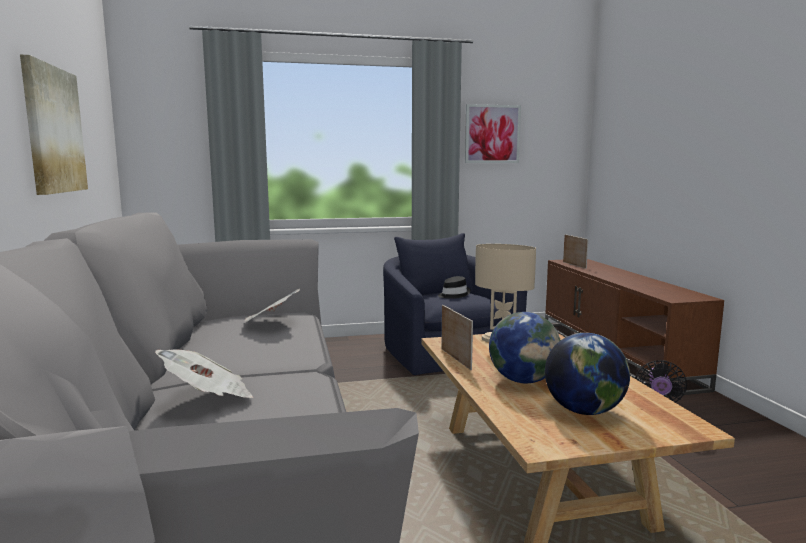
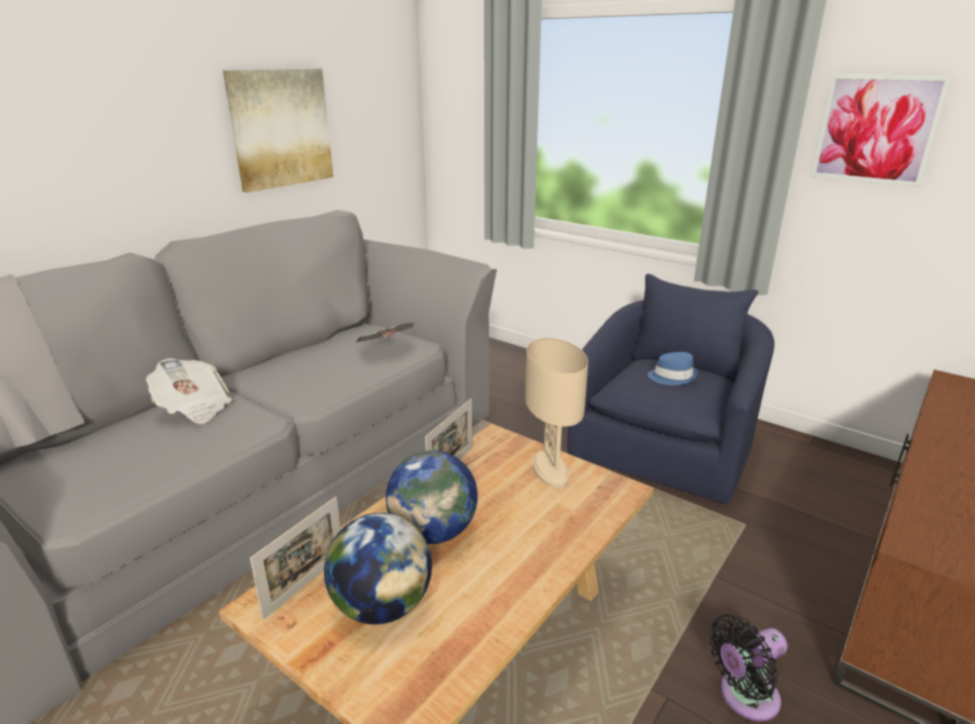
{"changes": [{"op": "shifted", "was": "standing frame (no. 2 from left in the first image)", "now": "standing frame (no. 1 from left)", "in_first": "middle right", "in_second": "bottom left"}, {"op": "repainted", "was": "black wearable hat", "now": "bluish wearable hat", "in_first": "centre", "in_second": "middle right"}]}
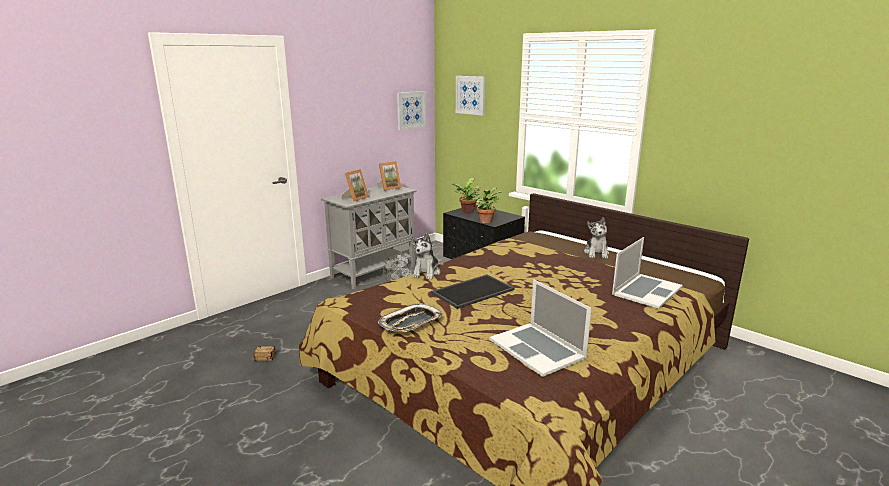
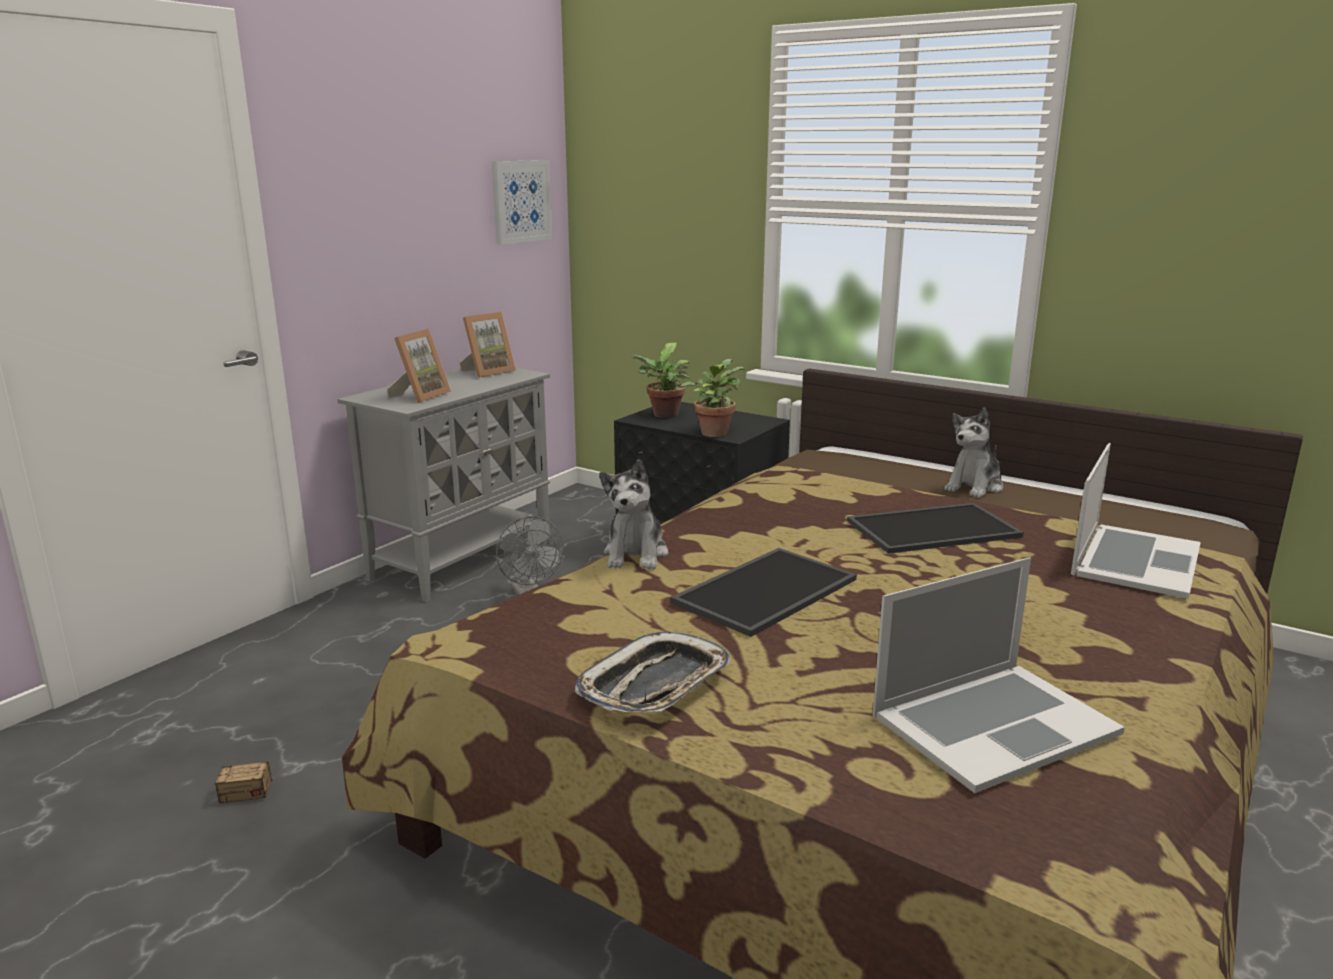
{"changes": [{"op": "new", "now": "carrying tray (no. 3 from left)", "in_second": "middle right"}, {"op": "rotated", "was": "portable computer (no. 1 from left)", "in_first": "bottom centre", "in_second": "bottom right", "clockwise": -75}, {"op": "rotated", "was": "cuddly toy (no. 2 from left)", "in_first": "middle right", "in_second": "middle right", "clockwise": 45}, {"op": "gone", "was": "wall picture (no. 2 from left)", "in_first": "top centre"}]}
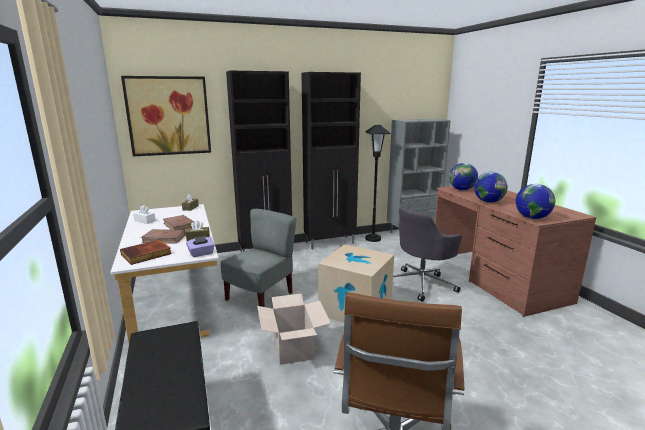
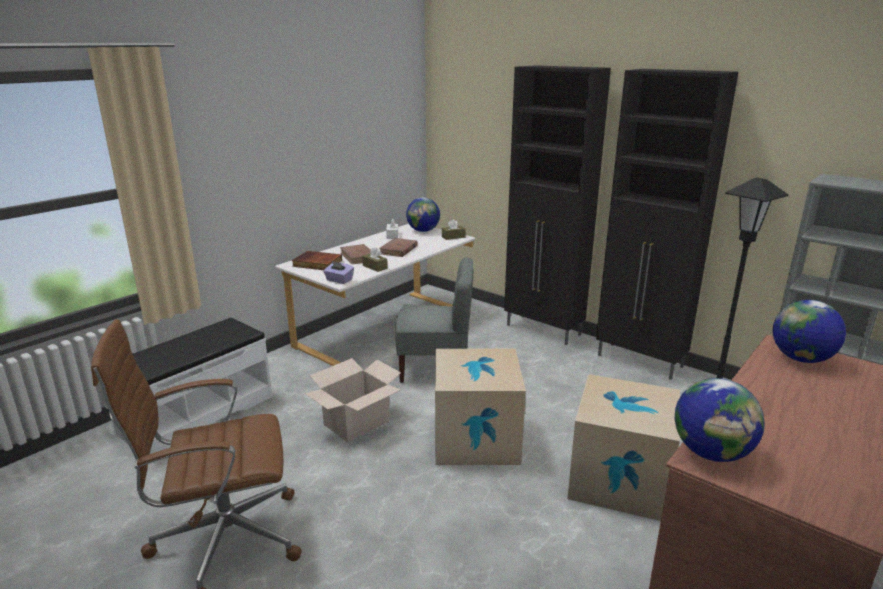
{"changes": [{"op": "shifted", "was": "desk globe (no. 2 from left in the first image)", "now": "desk globe (no. 1 from left)", "in_first": "middle right", "in_second": "centre"}, {"op": "swapped", "was": "gray office chair", "now": "packing box (no. 3 from left)", "in_first": "centre", "in_second": "bottom right"}, {"op": "gone", "was": "wall picture", "in_first": "top left"}]}
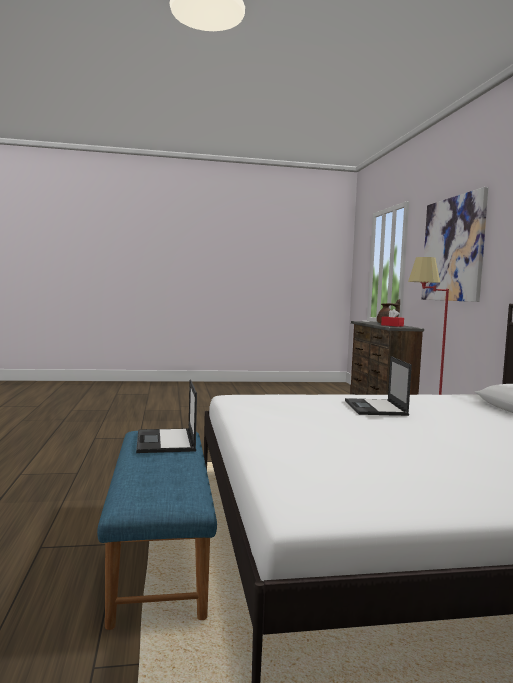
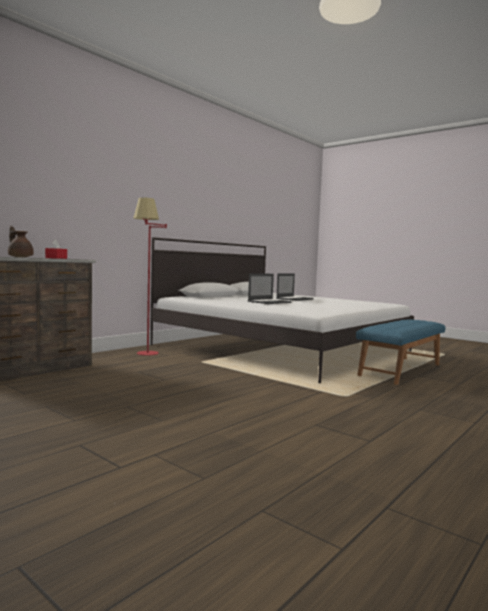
{"changes": [{"op": "shifted", "was": "portable computer (no. 1 from left in the first image)", "now": "portable computer (no. 2 from left)", "in_first": "middle left", "in_second": "centre"}, {"op": "gone", "was": "wall picture", "in_first": "middle right"}]}
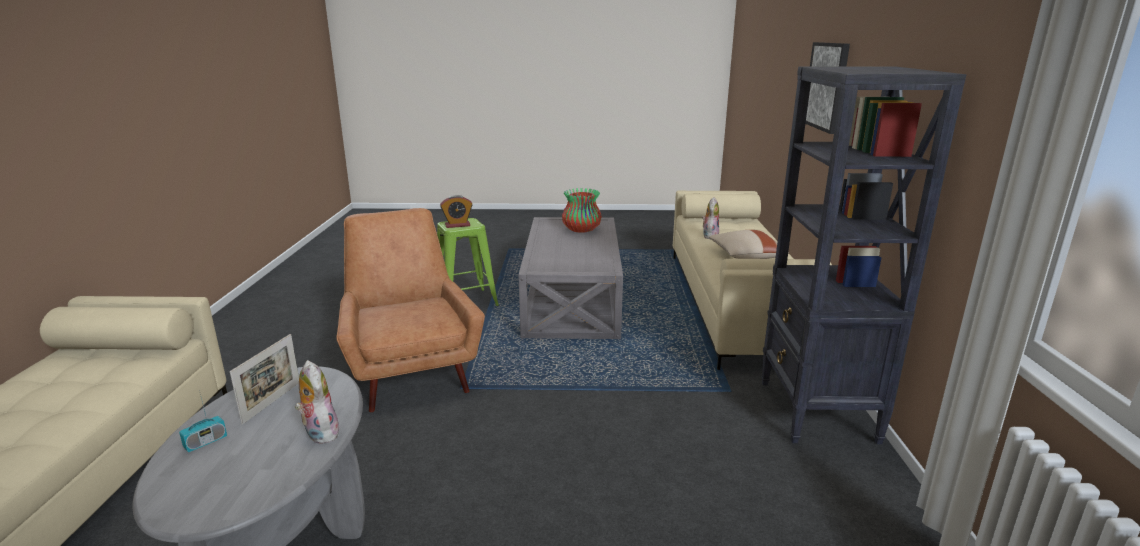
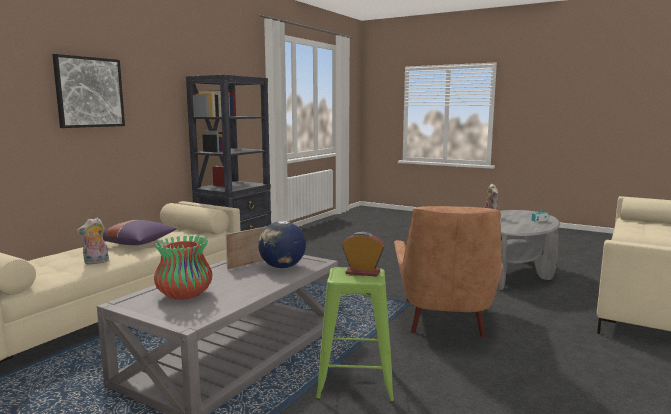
{"changes": [{"op": "repainted", "was": "beige throw pillow", "now": "purple throw pillow", "in_first": "centre", "in_second": "middle left"}, {"op": "shifted", "was": "standing frame", "in_first": "bottom left", "in_second": "centre"}, {"op": "new", "now": "desk globe", "in_second": "centre"}]}
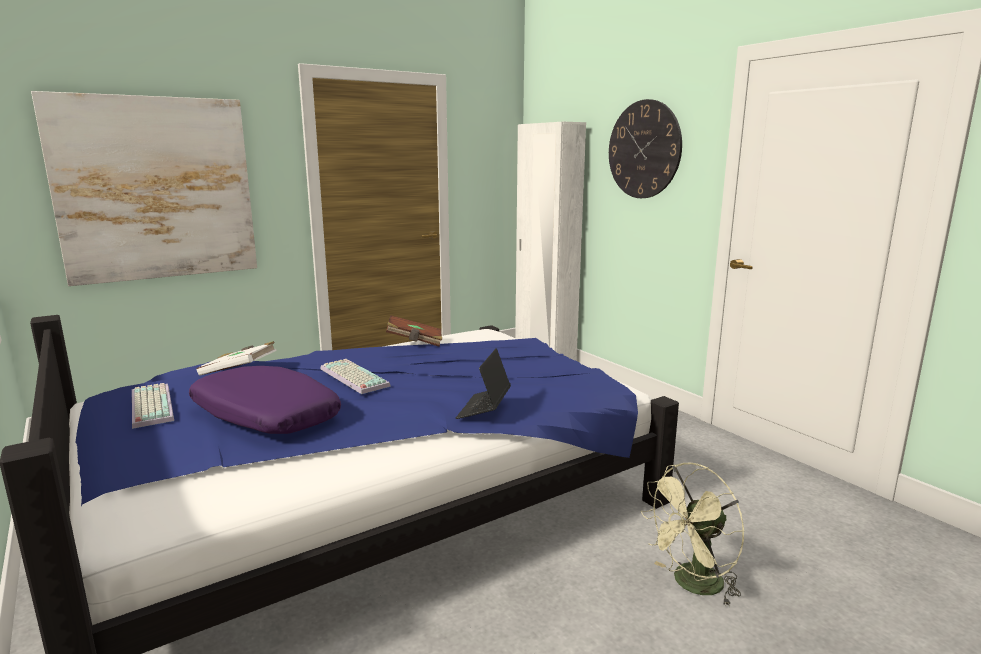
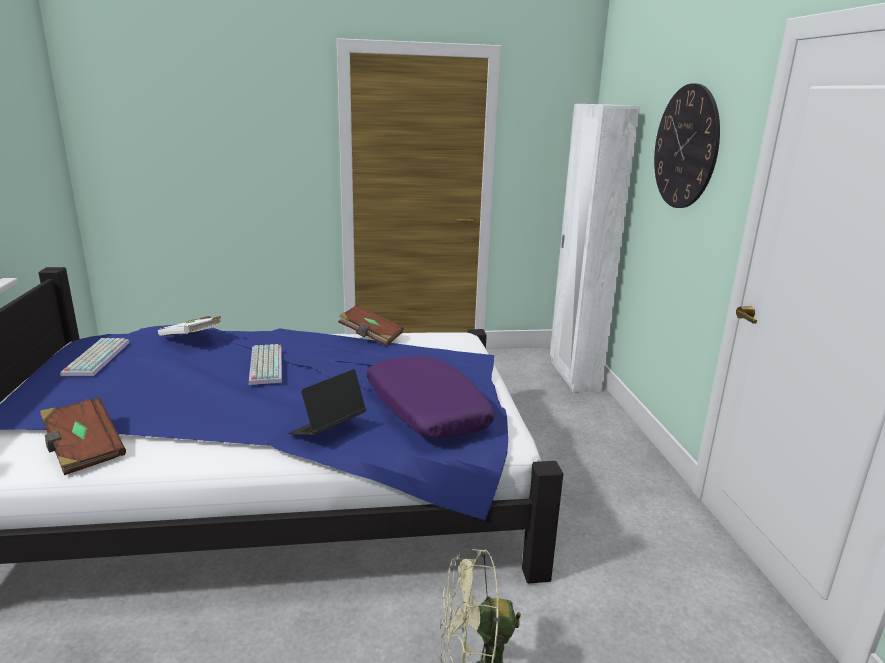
{"changes": [{"op": "new", "now": "brown book (no. 1 from left)", "in_second": "middle left"}, {"op": "shifted", "was": "purple throw pillow", "in_first": "middle left", "in_second": "centre"}, {"op": "gone", "was": "wall picture", "in_first": "top left"}]}
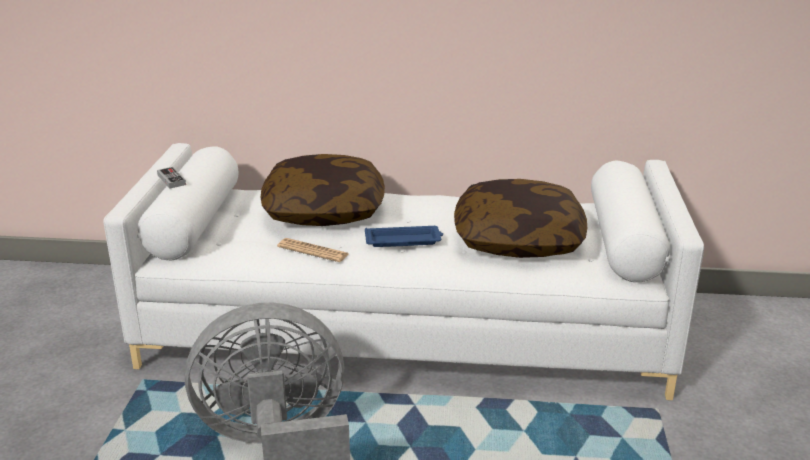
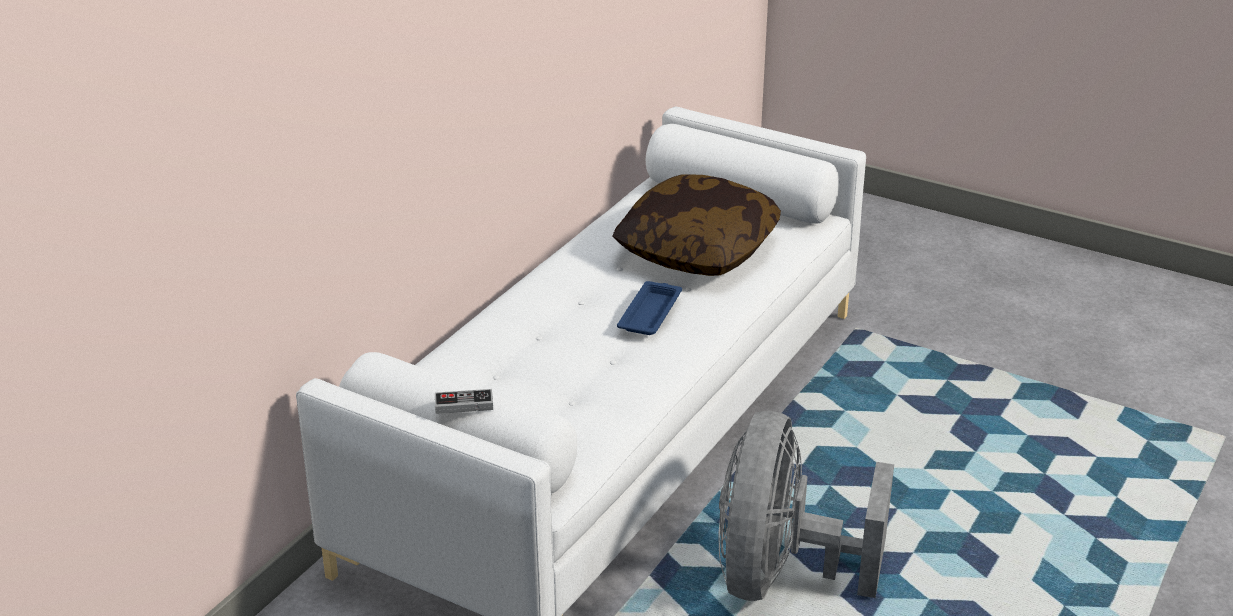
{"changes": [{"op": "gone", "was": "throw pillow (no. 1 from left)", "in_first": "centre"}, {"op": "gone", "was": "newspaper", "in_first": "centre"}]}
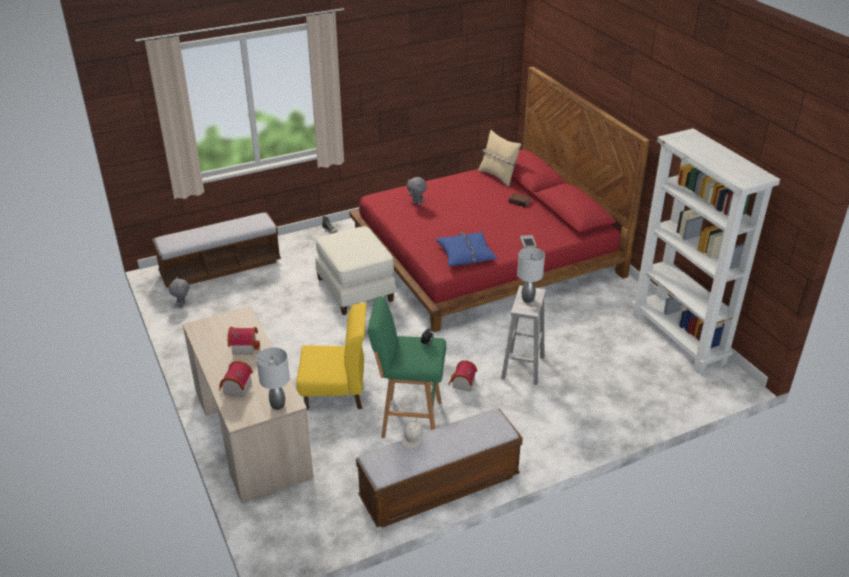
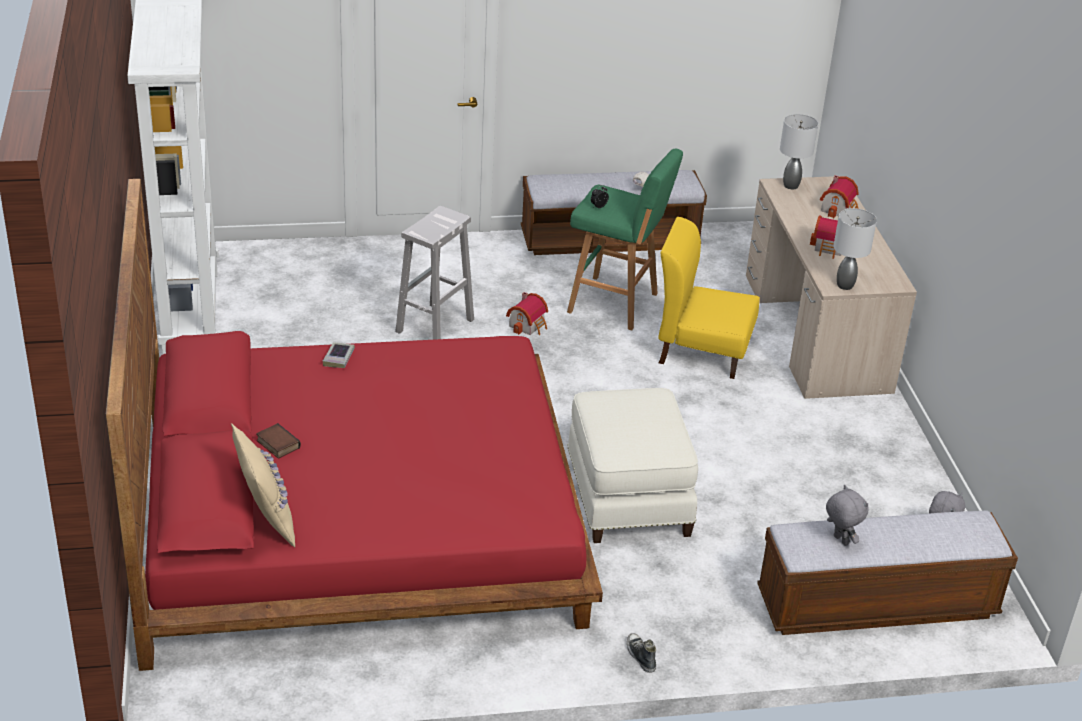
{"changes": [{"op": "shifted", "was": "gray cuddly toy (no. 2 from left in the first image)", "now": "gray cuddly toy (no. 1 from left)", "in_first": "top centre", "in_second": "bottom right"}, {"op": "shifted", "was": "gray tabletop lamp (no. 2 from left)", "in_first": "centre", "in_second": "middle right"}, {"op": "gone", "was": "bluish throw pillow", "in_first": "centre"}]}
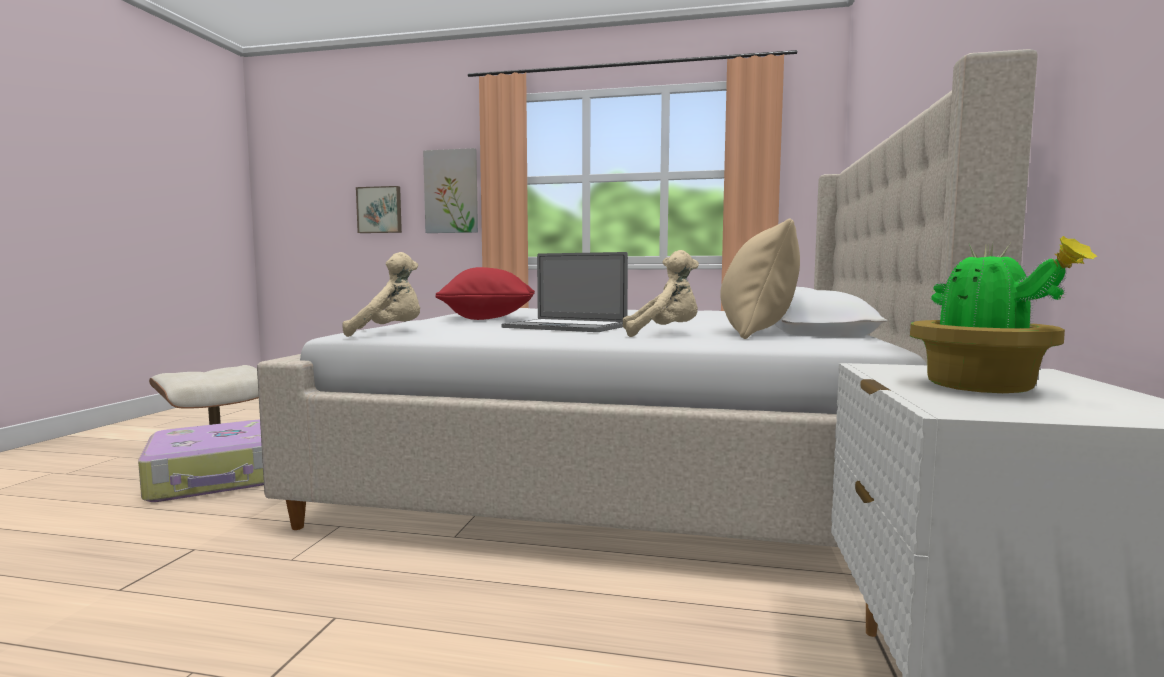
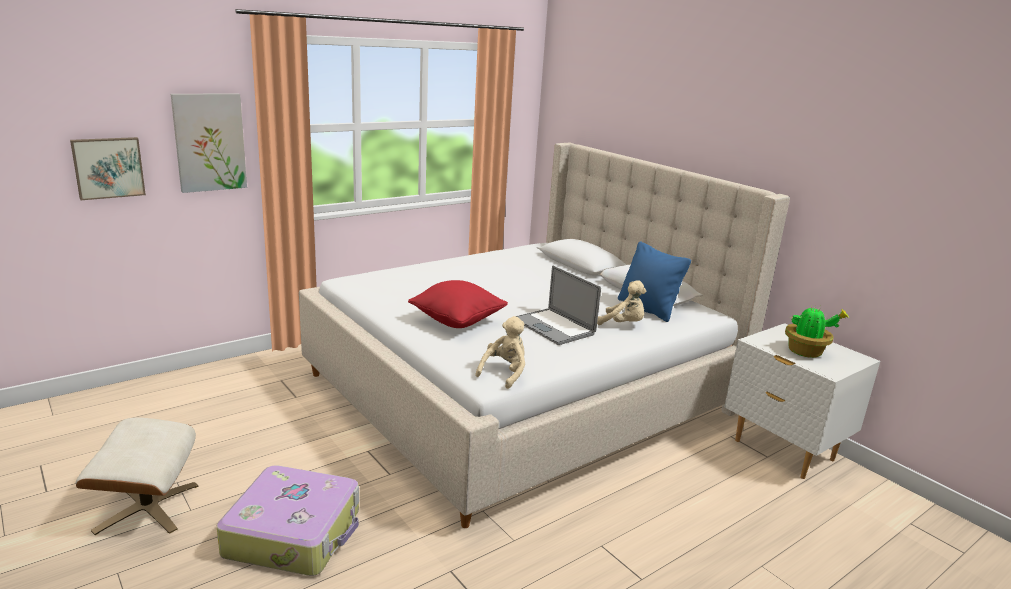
{"changes": [{"op": "rotated", "was": "portable computer", "in_first": "centre", "in_second": "centre", "clockwise": 75}, {"op": "rotated", "was": "beige cuddly toy (no. 2 from left)", "in_first": "centre", "in_second": "centre", "clockwise": 75}, {"op": "repainted", "was": "beige throw pillow", "now": "bluish throw pillow", "in_first": "centre", "in_second": "centre"}]}
